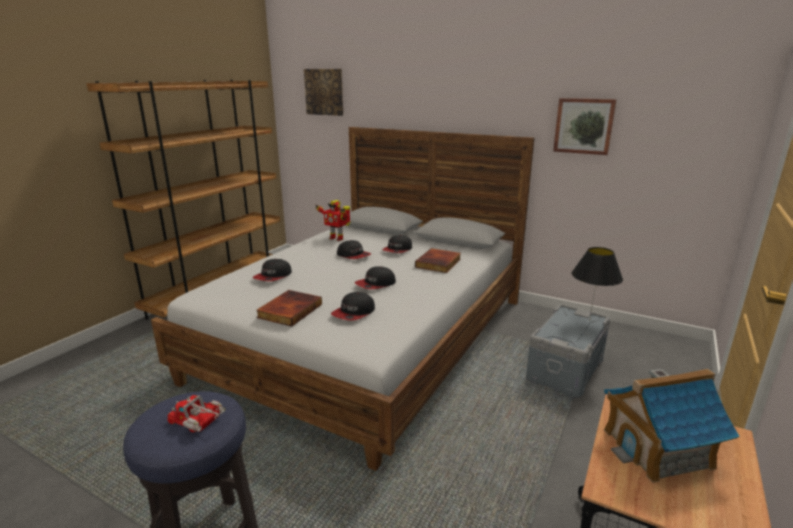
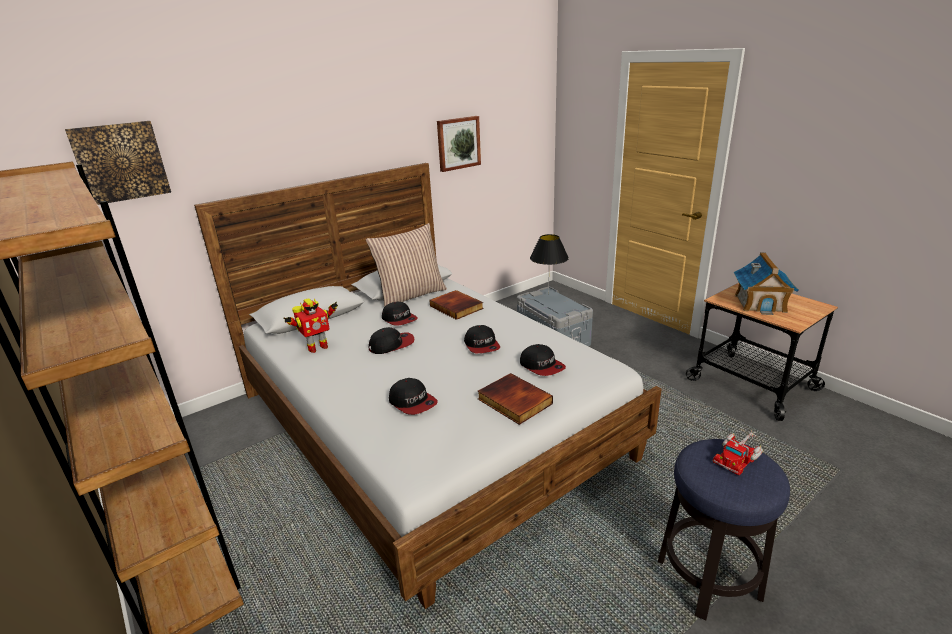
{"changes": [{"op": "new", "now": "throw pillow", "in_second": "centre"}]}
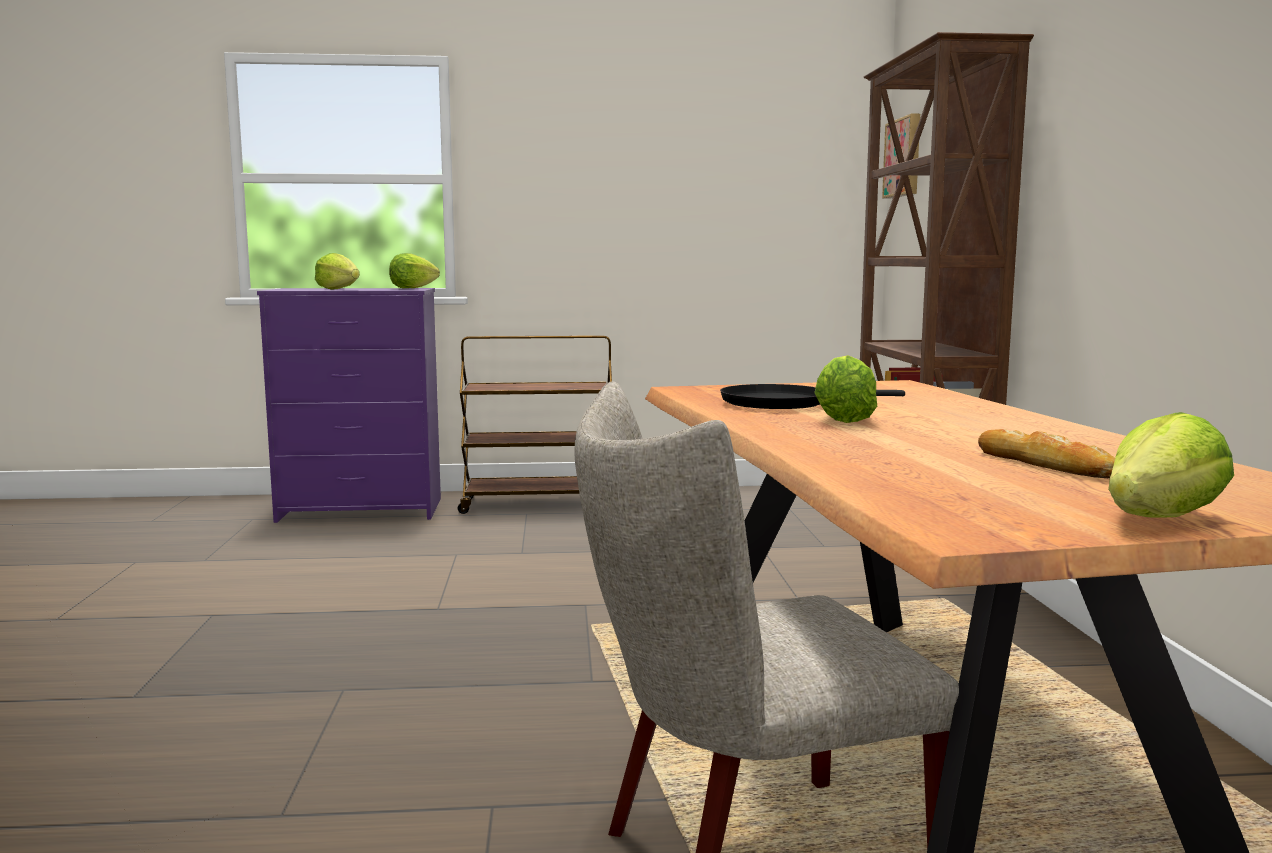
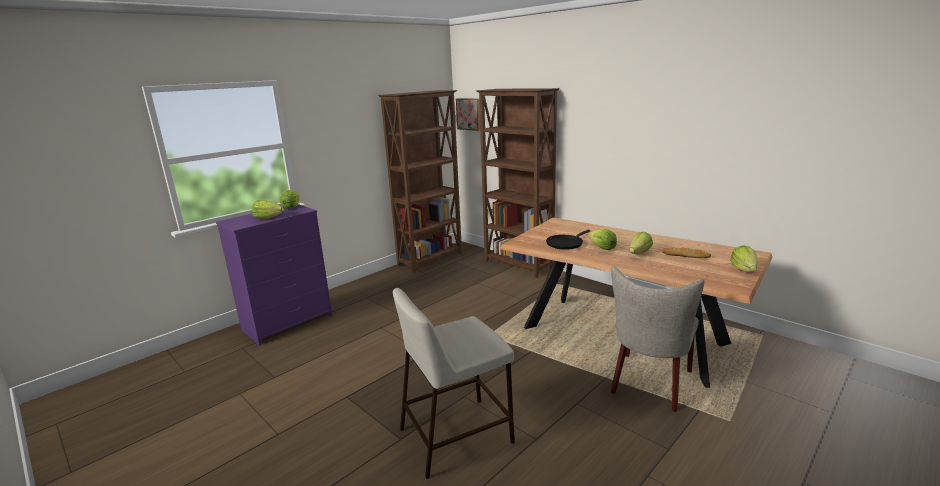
{"changes": [{"op": "new", "now": "brown bookshelf (no. 1 from left)", "in_second": "centre"}, {"op": "new", "now": "beige sitting stool", "in_second": "bottom centre"}, {"op": "new", "now": "lettuce head (no. 4 from left)", "in_second": "middle right"}, {"op": "gone", "was": "brown cart", "in_first": "centre"}]}
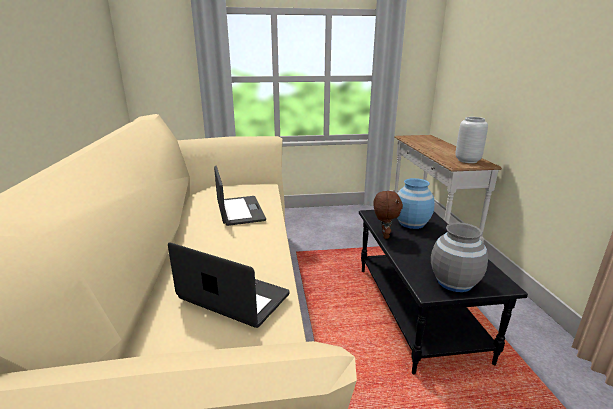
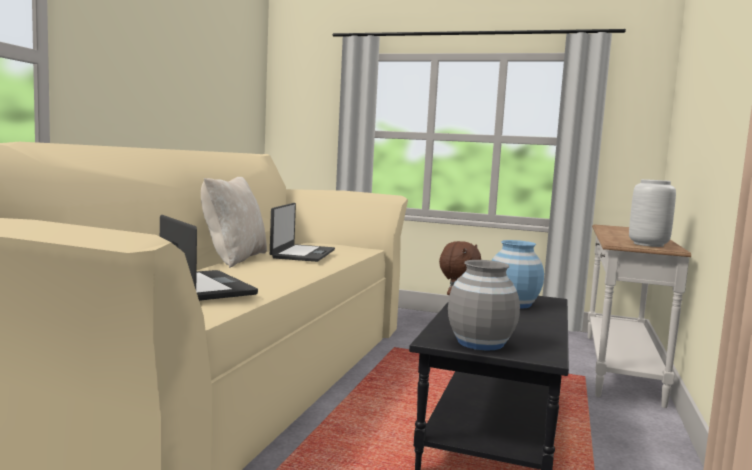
{"changes": [{"op": "new", "now": "beige throw pillow", "in_second": "middle left"}]}
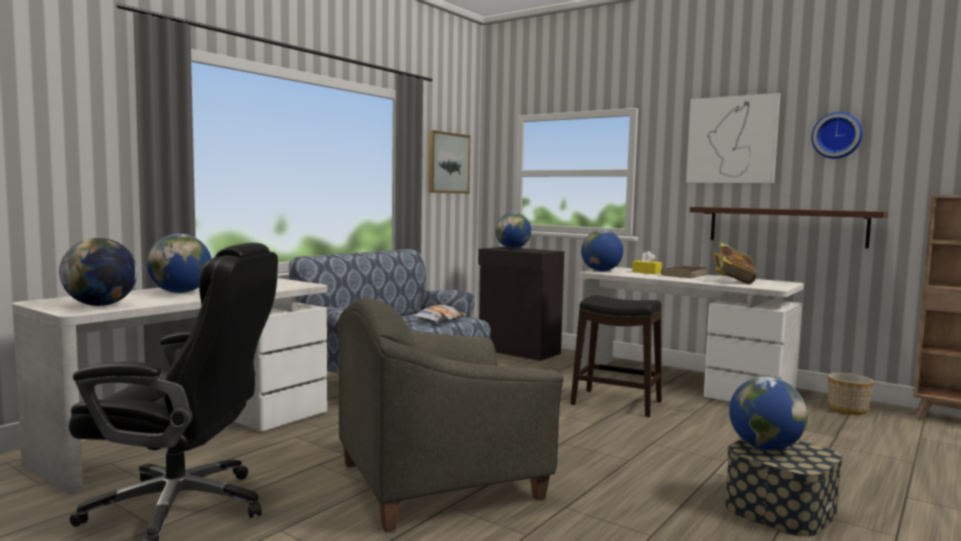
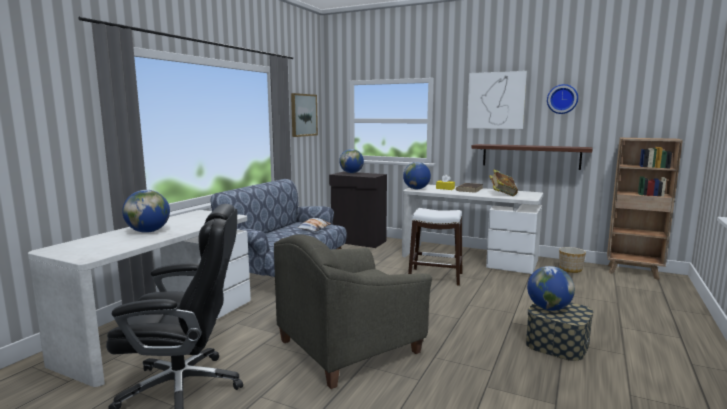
{"changes": [{"op": "repainted", "was": "black sitting stool", "now": "whitish sitting stool", "in_first": "centre", "in_second": "centre"}, {"op": "gone", "was": "desk globe (no. 1 from left)", "in_first": "middle left"}]}
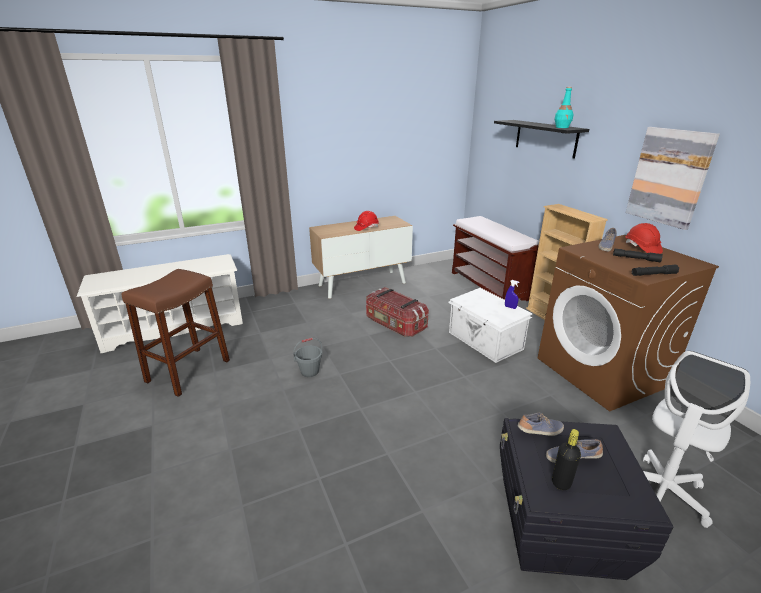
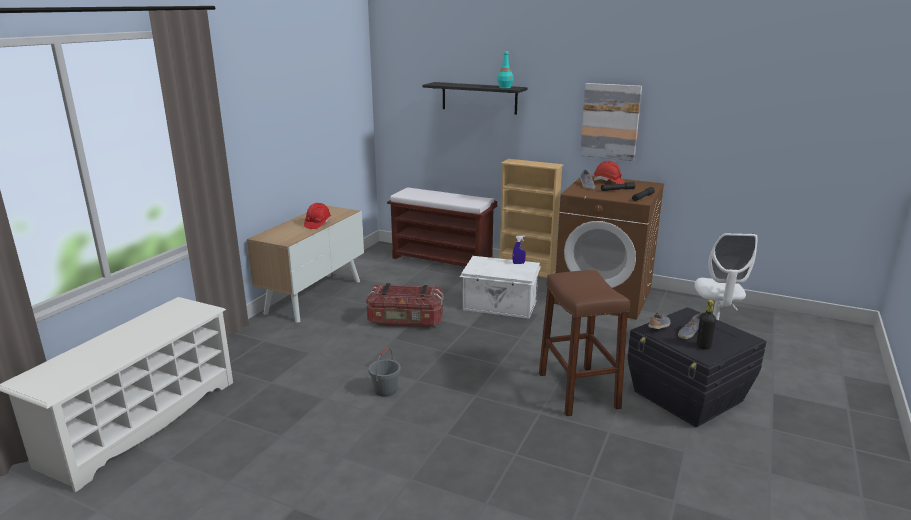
{"changes": [{"op": "shifted", "was": "brown sitting stool", "in_first": "middle left", "in_second": "centre"}]}
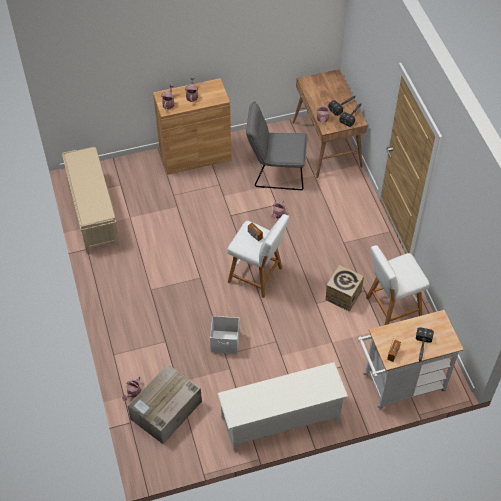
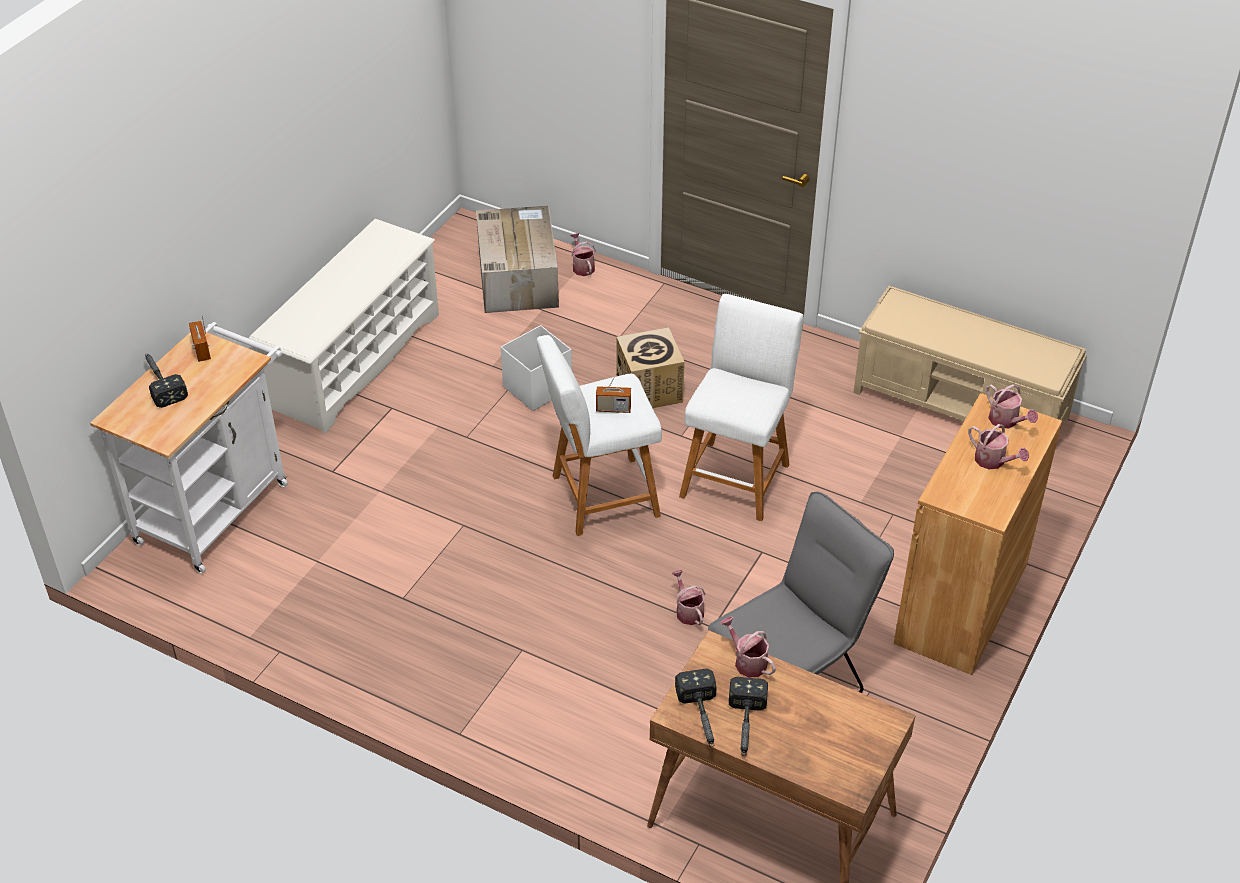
{"changes": [{"op": "shifted", "was": "packing box (no. 2 from left)", "in_first": "middle right", "in_second": "centre"}, {"op": "shifted", "was": "whitish sitting stool (no. 2 from left)", "in_first": "middle right", "in_second": "centre"}]}
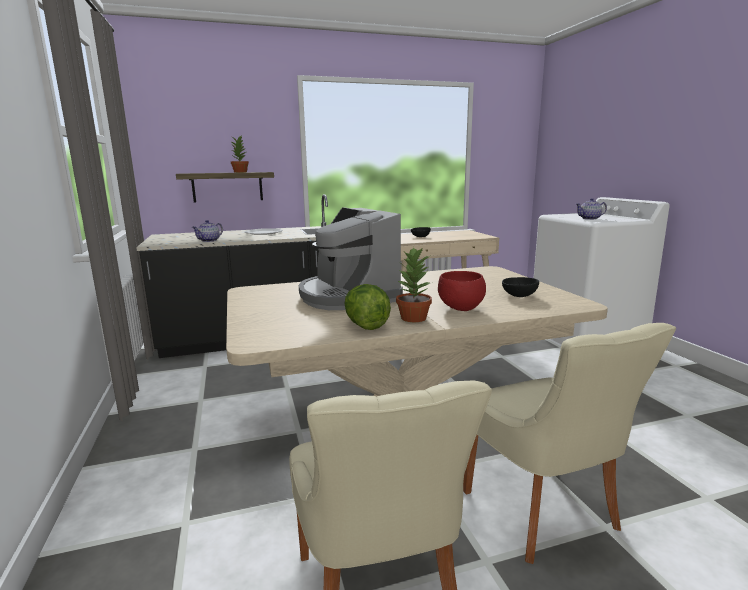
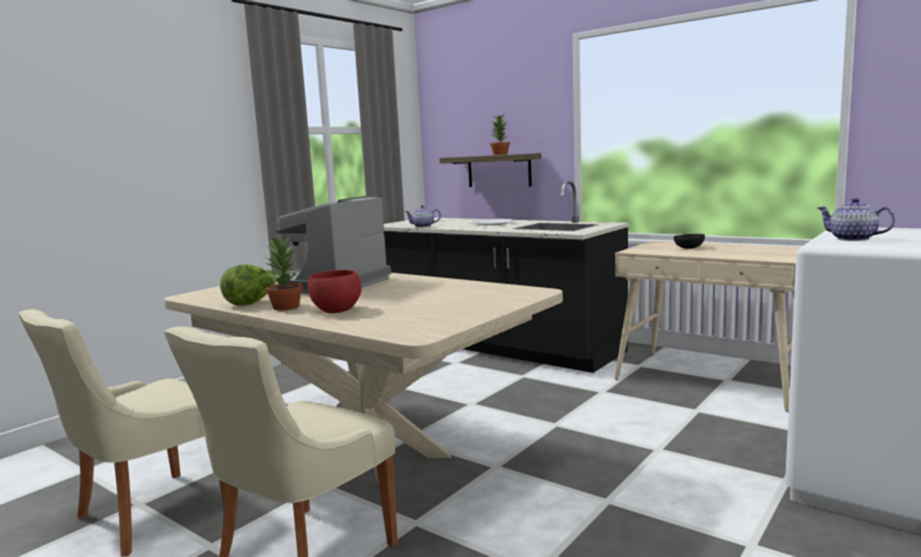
{"changes": [{"op": "gone", "was": "black serving bowl (no. 2 from left)", "in_first": "middle right"}]}
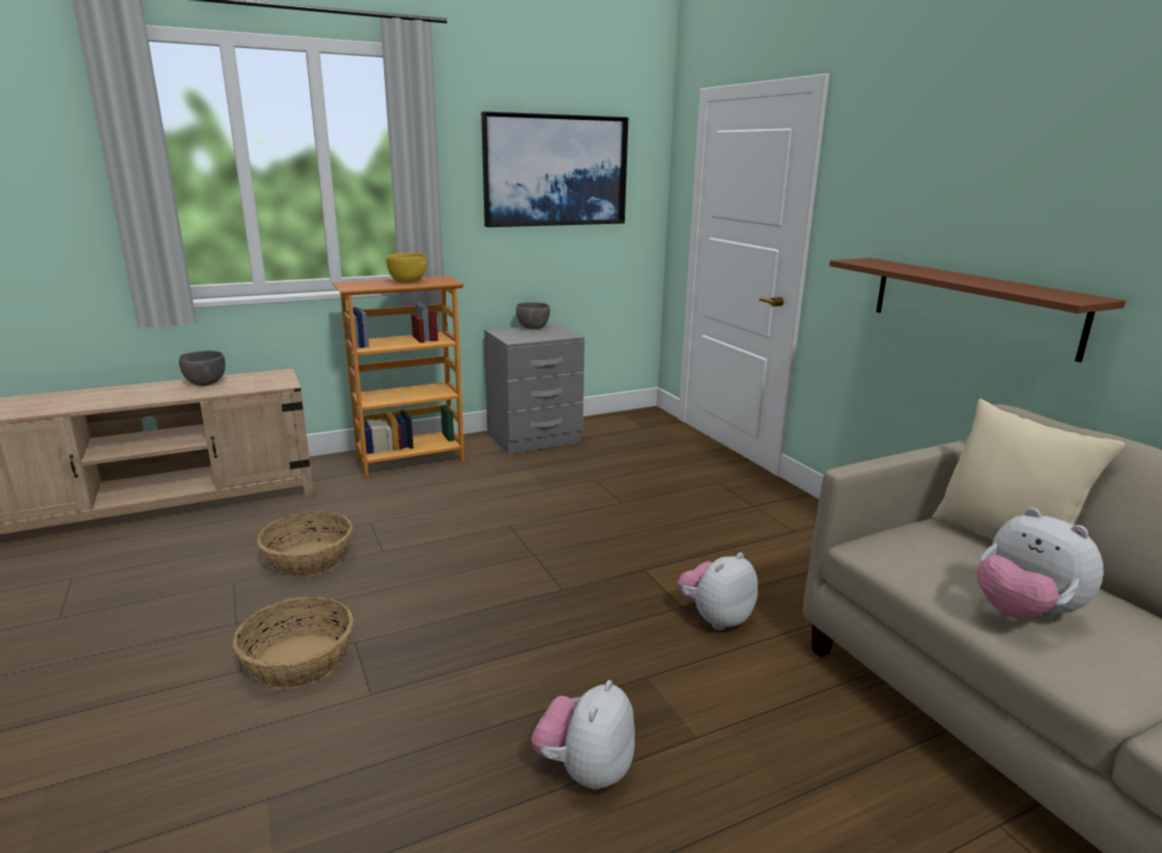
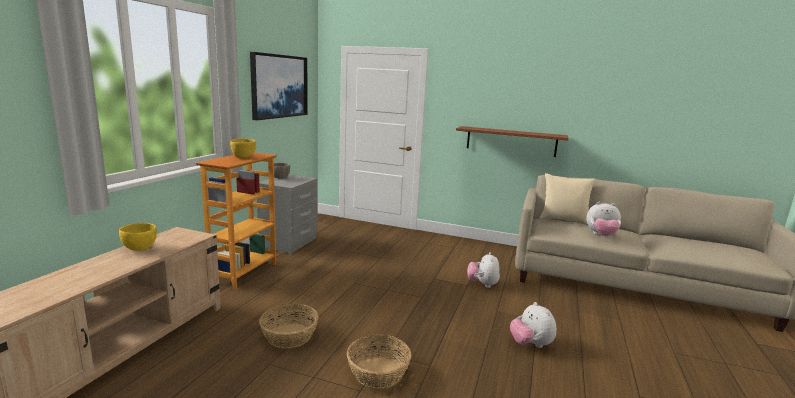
{"changes": [{"op": "repainted", "was": "gray serving bowl (no. 1 from left)", "now": "yellow-coloured serving bowl (no. 1 from left)", "in_first": "middle left", "in_second": "middle left"}]}
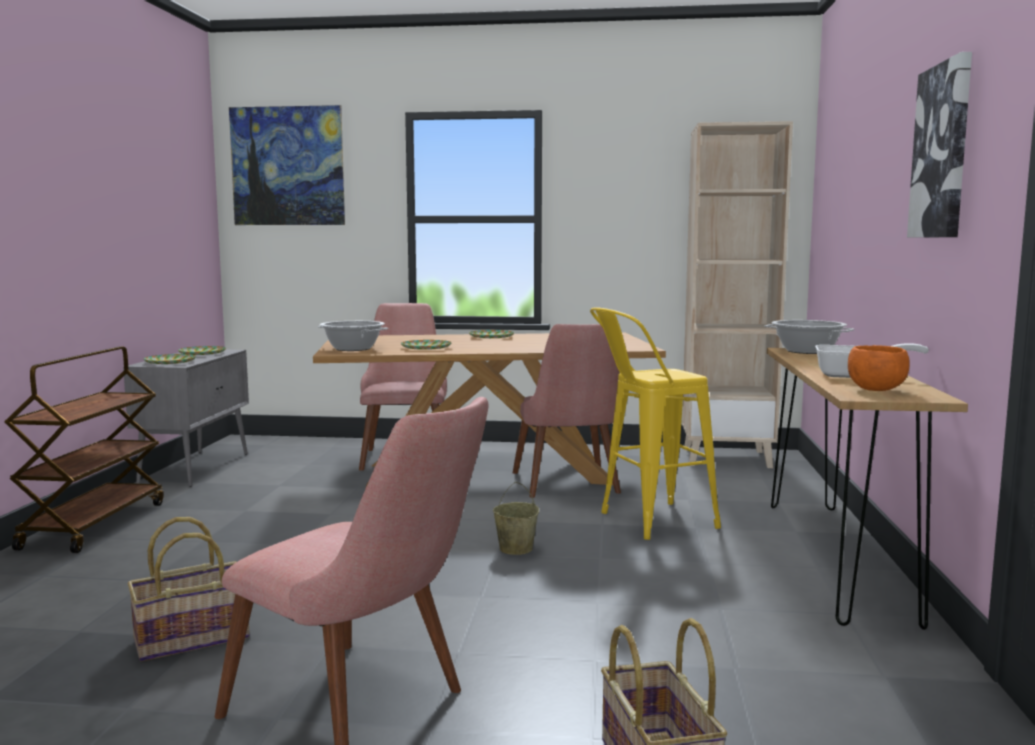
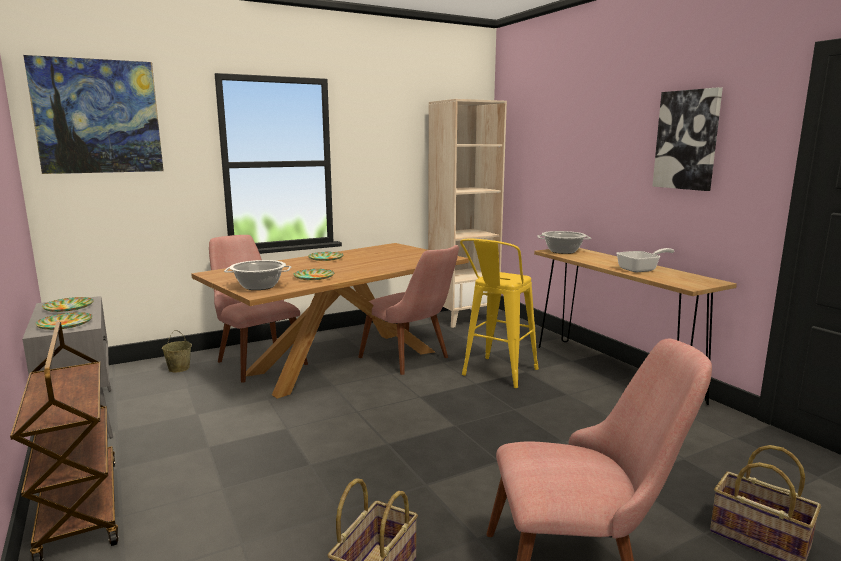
{"changes": [{"op": "shifted", "was": "beige water bucket", "in_first": "bottom centre", "in_second": "middle left"}, {"op": "gone", "was": "orangey serving bowl", "in_first": "middle right"}]}
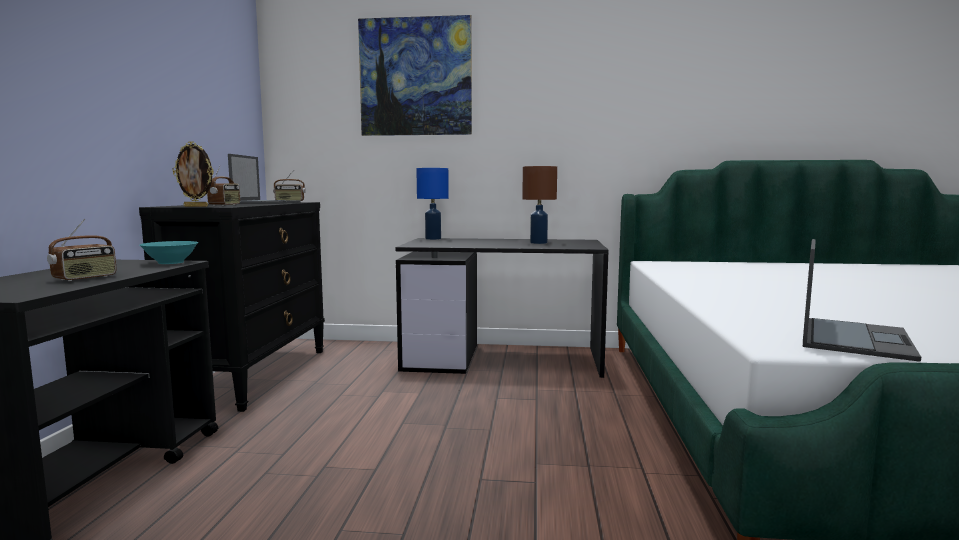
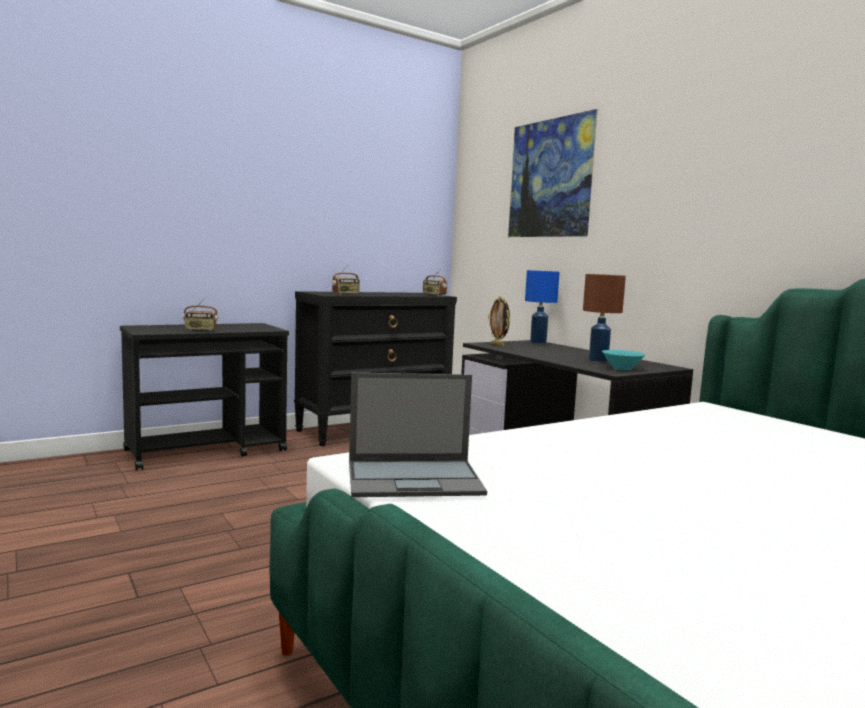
{"changes": [{"op": "shifted", "was": "standing frame", "in_first": "top left", "in_second": "centre"}, {"op": "shifted", "was": "turquoise-coloured serving bowl", "in_first": "middle left", "in_second": "middle right"}, {"op": "gone", "was": "portable computer (no. 1 from left)", "in_first": "top left"}]}
